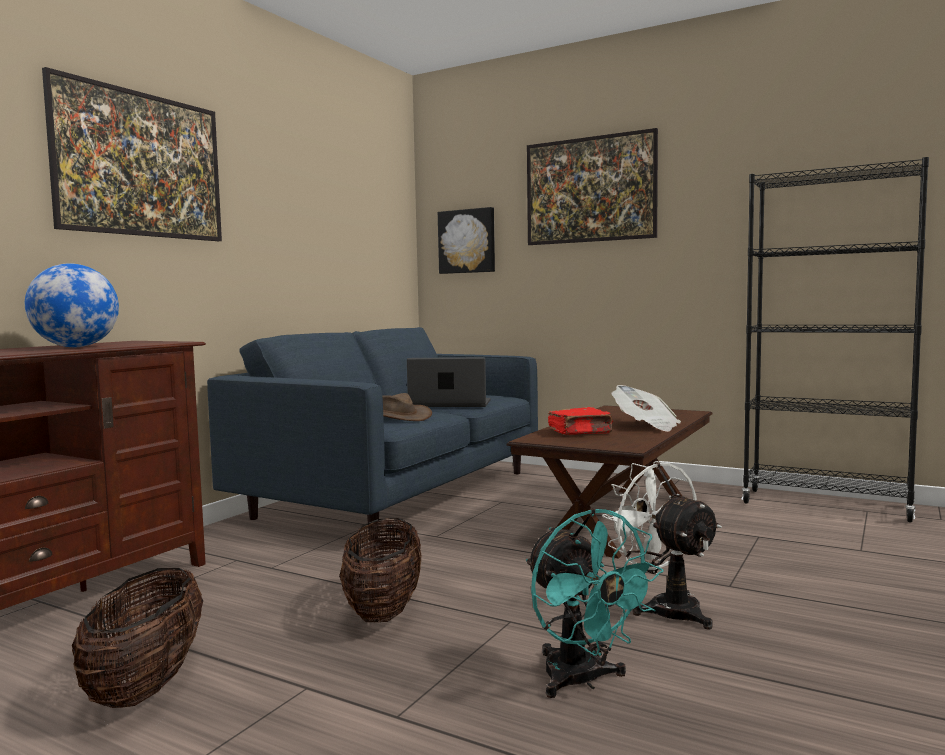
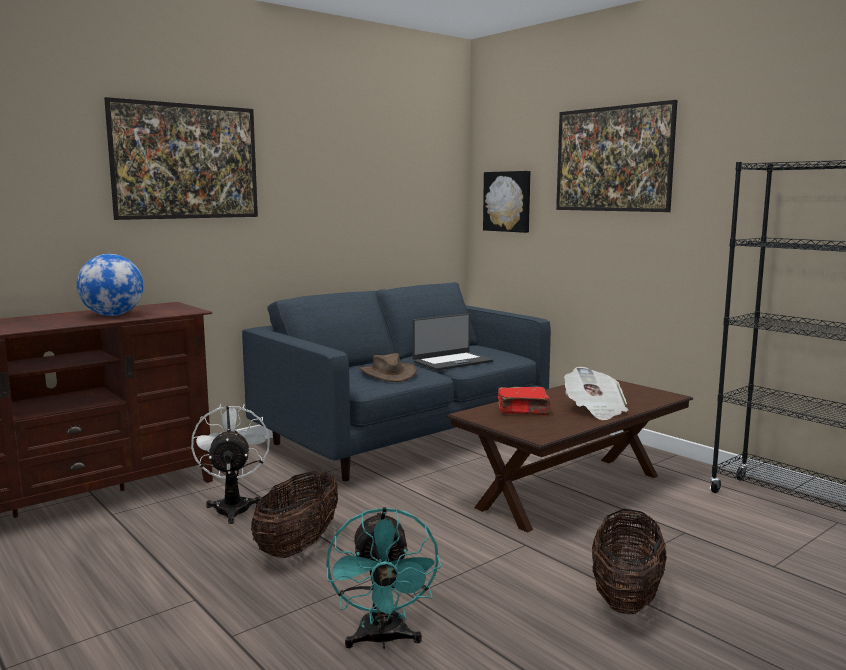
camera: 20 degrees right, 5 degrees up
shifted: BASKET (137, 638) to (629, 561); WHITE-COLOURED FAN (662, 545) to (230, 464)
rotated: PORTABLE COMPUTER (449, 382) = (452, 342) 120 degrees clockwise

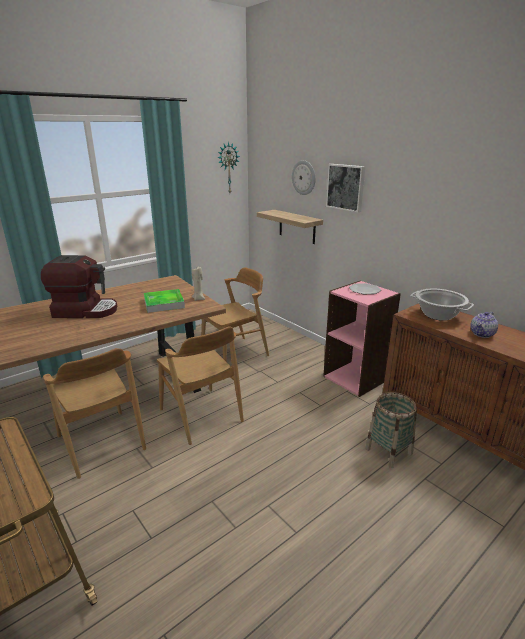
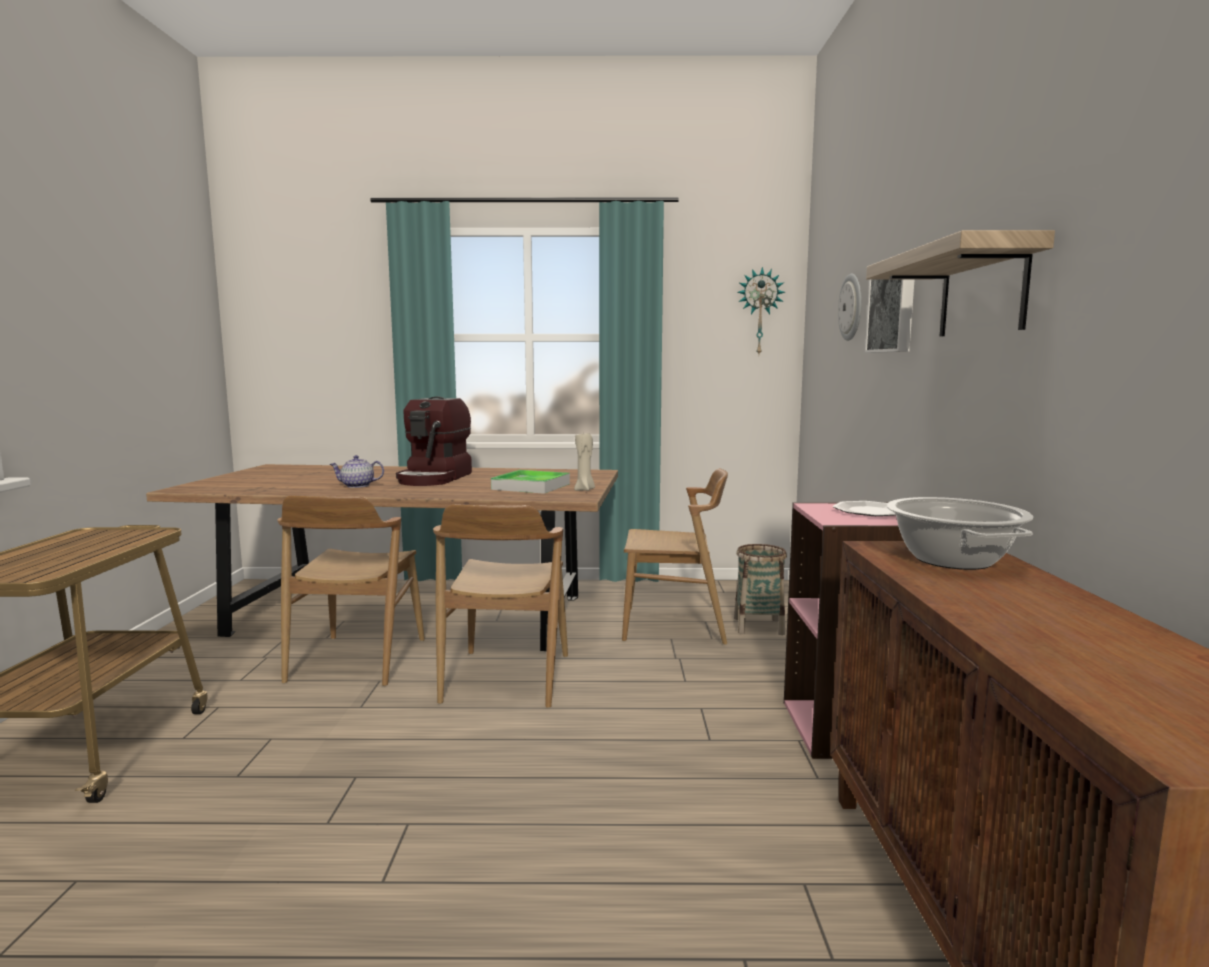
camera: 40 degrees right, 15 degrees down
shifted: SHELF (290, 227) to (960, 283); BASKET (391, 430) to (760, 589); POT FOR TEA (484, 325) to (357, 471)
rotated: COFFEE MAKER (79, 286) = (434, 441) 60 degrees clockwise

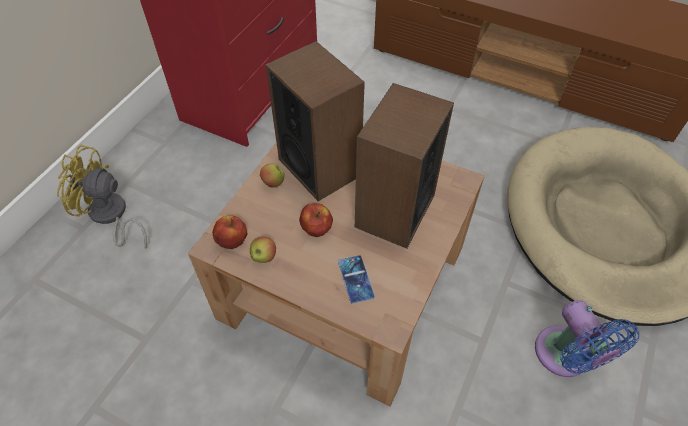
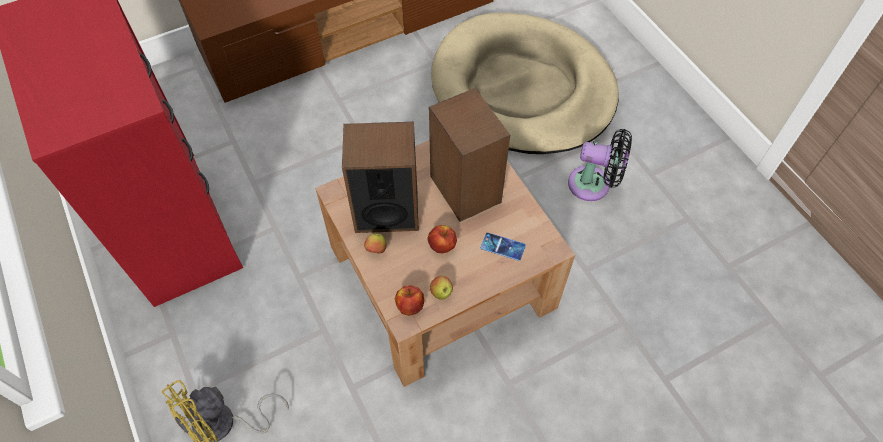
camera: 55 degrees left, 5 degrees up
repainted: BLUISH FAN (587, 338) to BLACKISH FAN (600, 165)

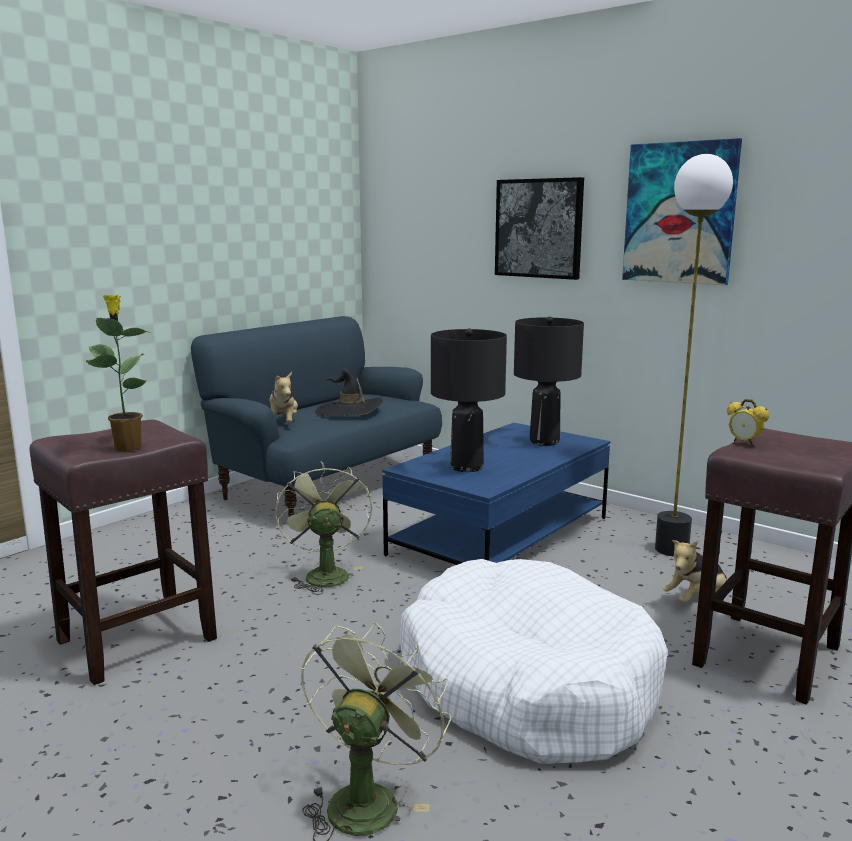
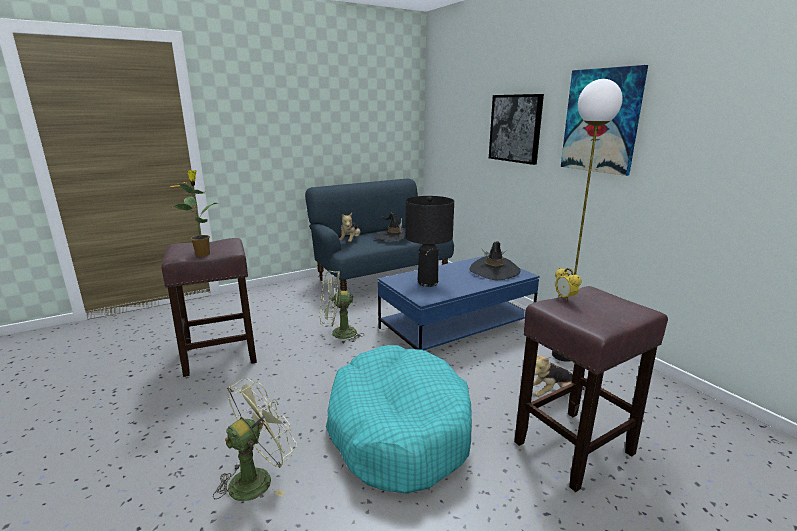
camera: 20 degrees right, 5 degrees up
swapped: BLACKISH TABLE LAMP (549, 381) to BLACKISH CLOTHING HAT (495, 260)
repainted: WHITE-COLOURED DOG BED (534, 661) to BLUE-GREEN DOG BED (399, 419)
rotated: GREENISH FAN (323, 528) = (342, 307) 105 degrees counterclockwise

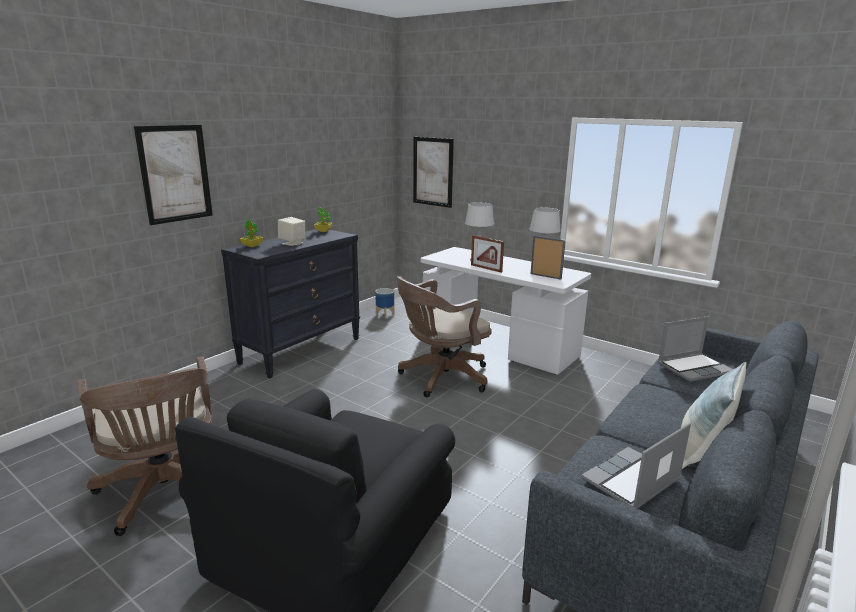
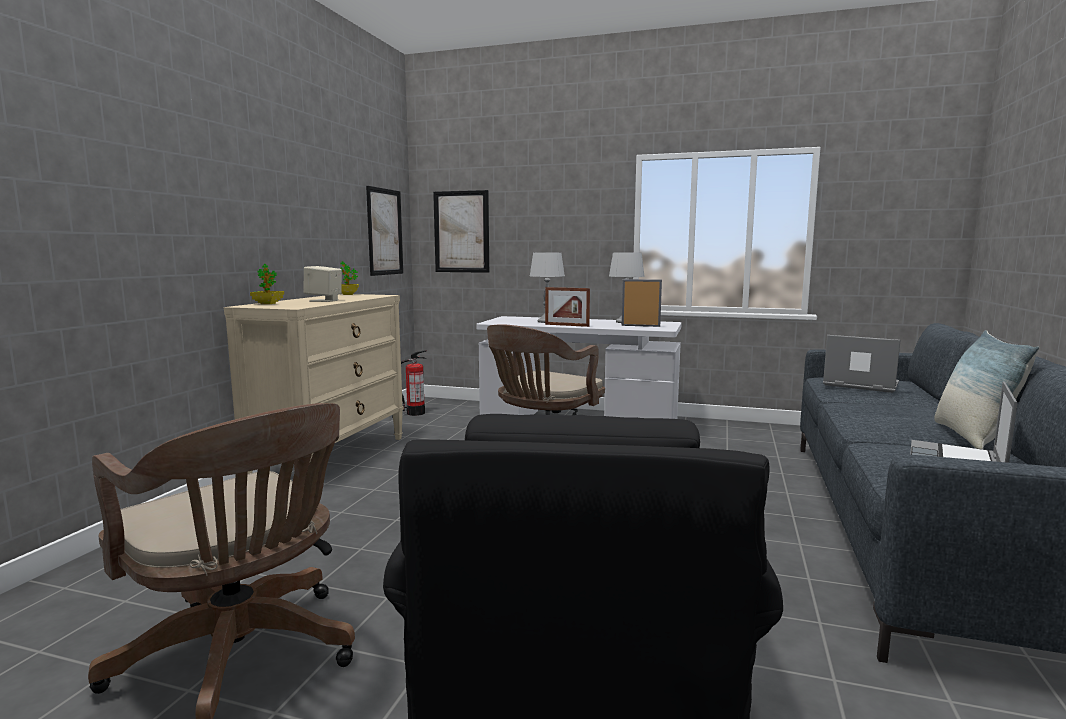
camera: 20 degrees left, 10 degrees down
shifted: WALL ART (173, 175) to (384, 231)
swapped: FLOWER POT (384, 303) to FIRE EXTINGUISHER (414, 383)
repainted: BLACKISH DRESSER (290, 303) to SAND-COLOURED DRESSER (314, 384)
rotated: PORTABLE COMPUTER (695, 349) = (862, 364) 105 degrees counterclockwise

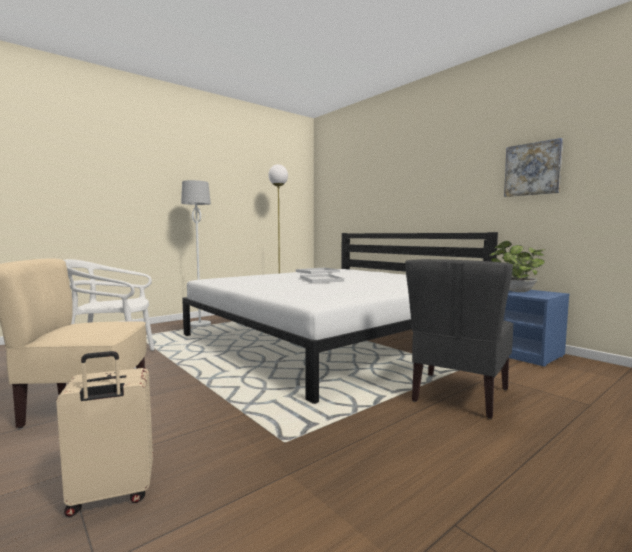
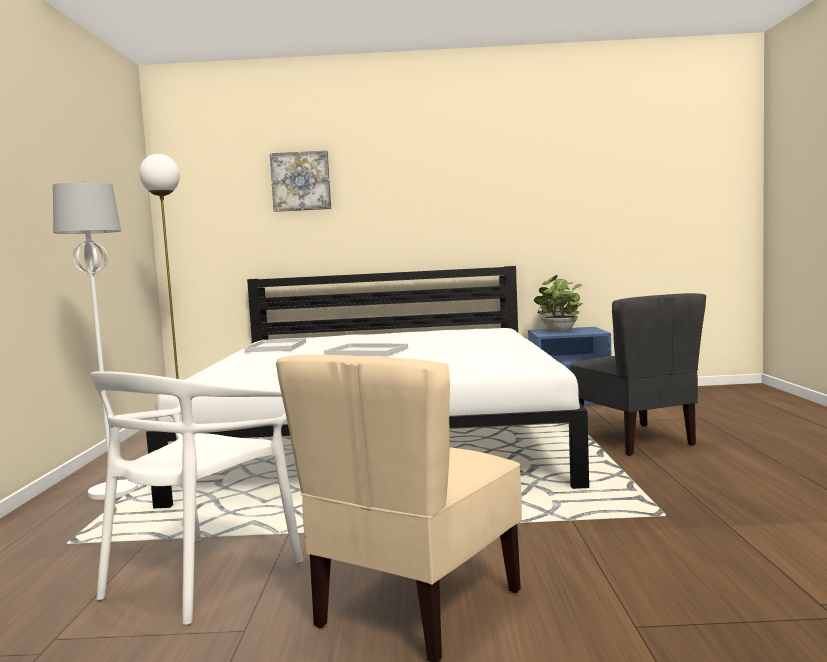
camera: 50 degrees left, 0 degrees up
gone: SAND-COLOURED SUITCASE (104, 434)
shifted: WALL ART (533, 167) to (300, 181)

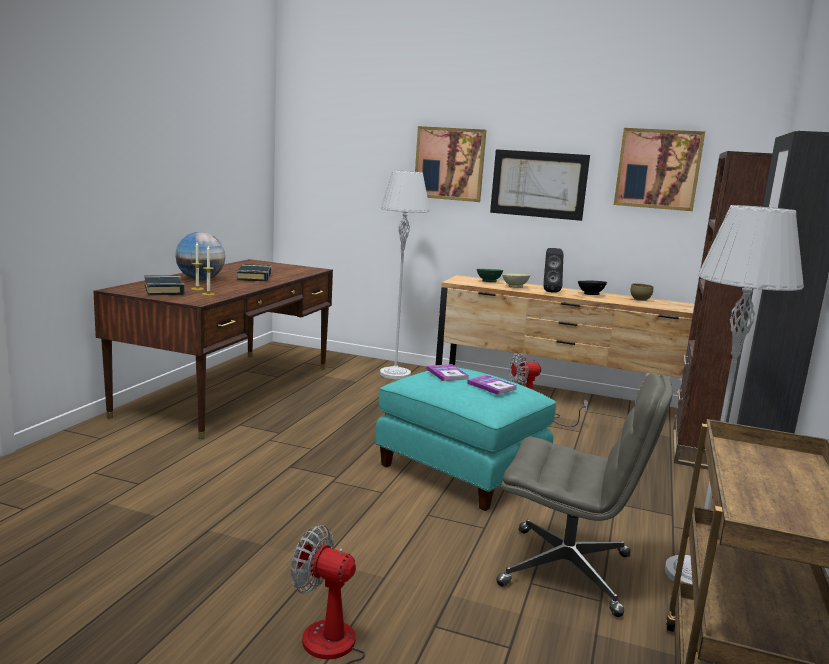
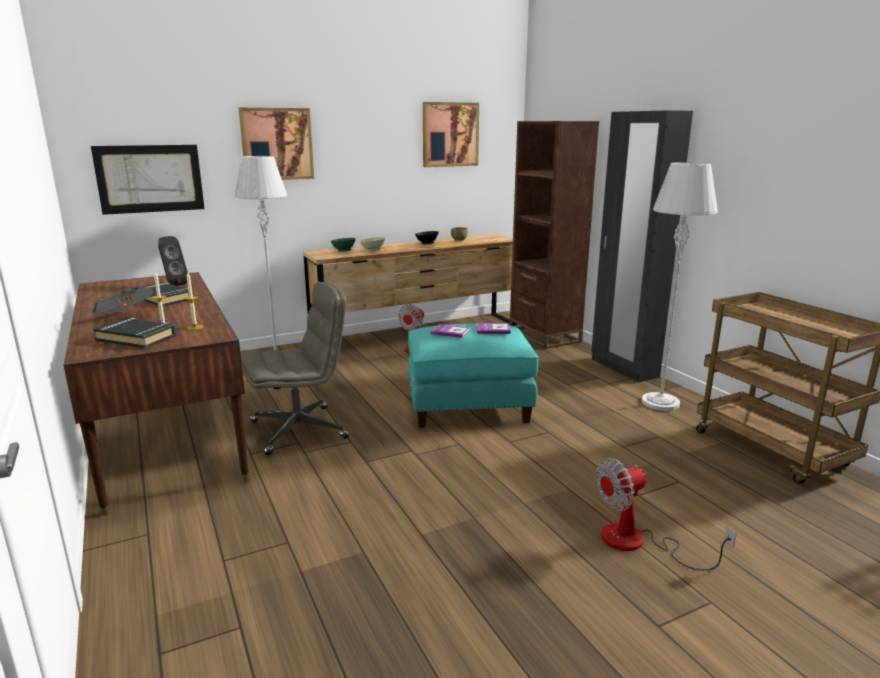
camera: 45 degrees left, 5 degrees up
shifted: WALL ART (540, 185) to (148, 180); GREY COMPUTER CHAIR (584, 495) to (295, 368); BLACKISH AUDIO SPEAKER (553, 270) to (173, 261)
swapped: DESK GLOBE (200, 256) to NEWSPAPER (122, 300)

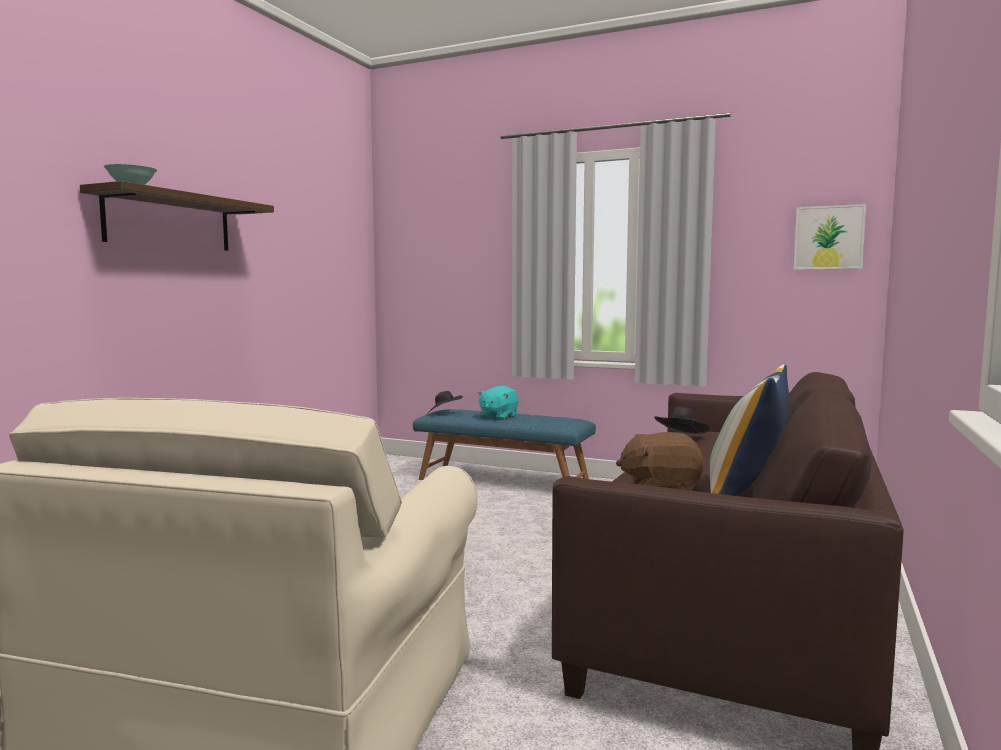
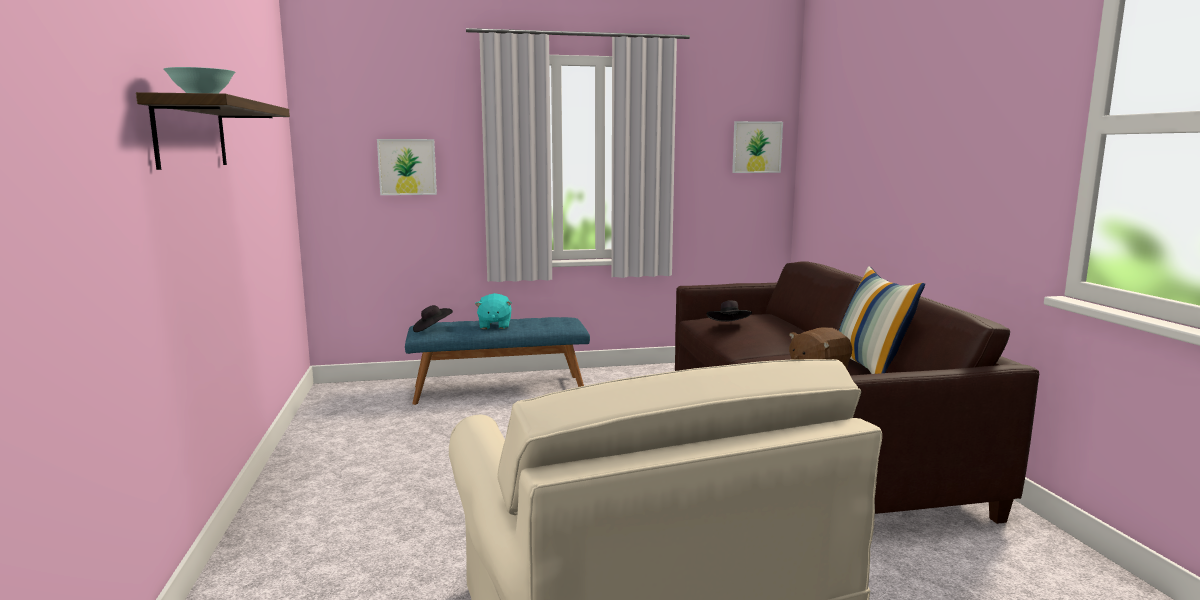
camera: 35 degrees left, 5 degrees up
new: WALL ART (407, 167)

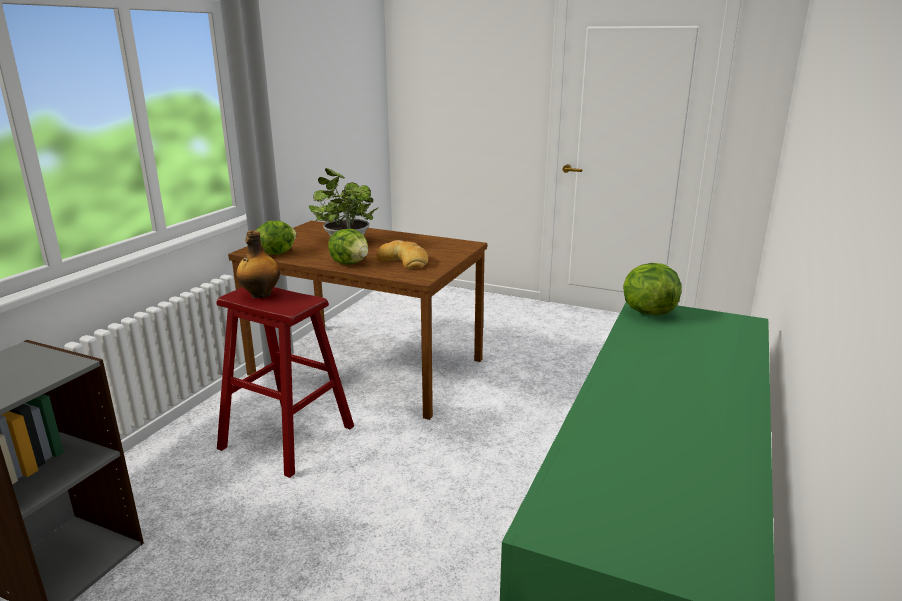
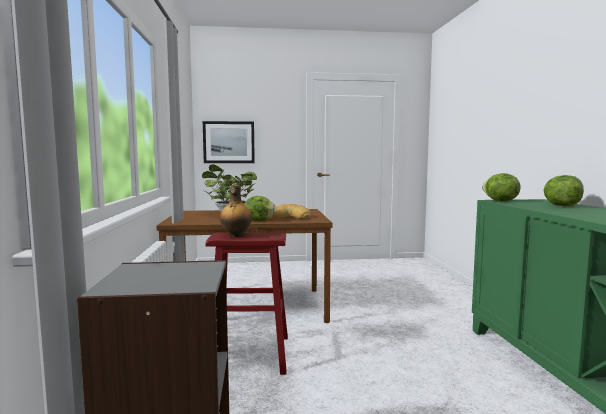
camera: 30 degrees left, 15 degrees down
new: WALL ART (229, 142)
shifted: LETTUCE (276, 238) to (564, 190)

